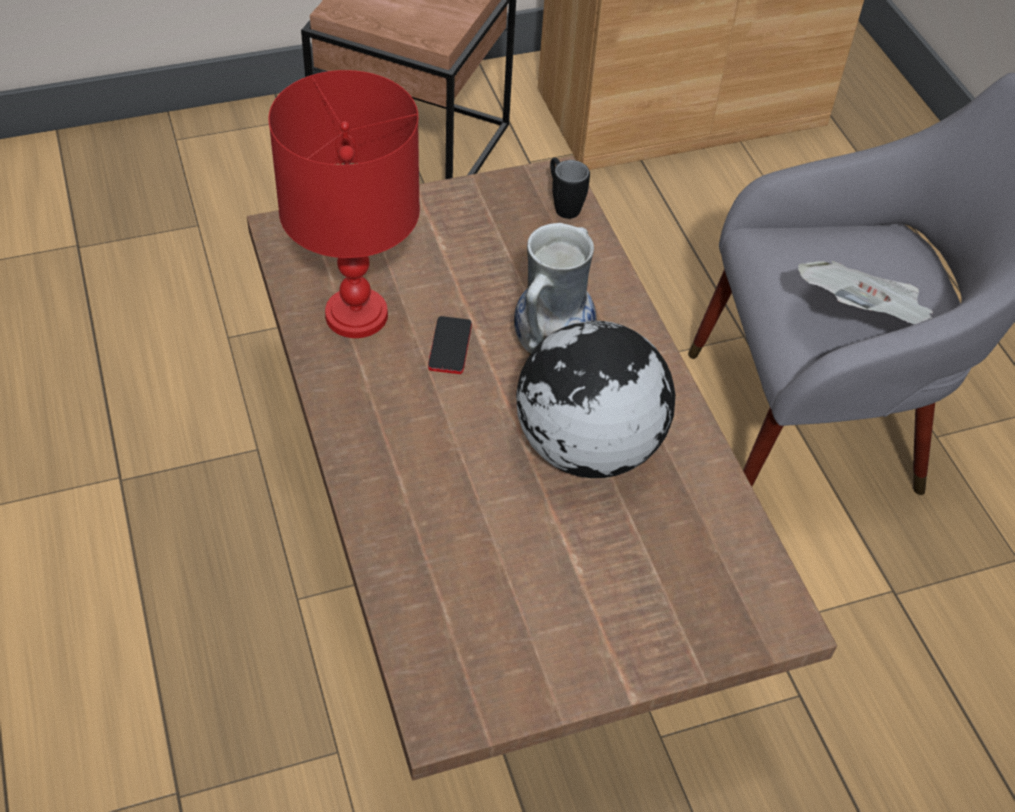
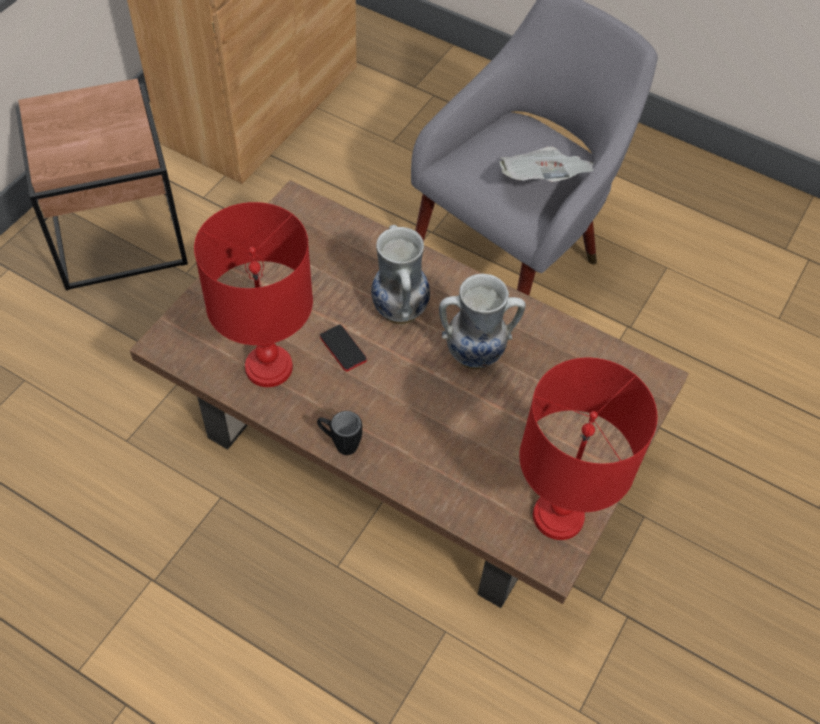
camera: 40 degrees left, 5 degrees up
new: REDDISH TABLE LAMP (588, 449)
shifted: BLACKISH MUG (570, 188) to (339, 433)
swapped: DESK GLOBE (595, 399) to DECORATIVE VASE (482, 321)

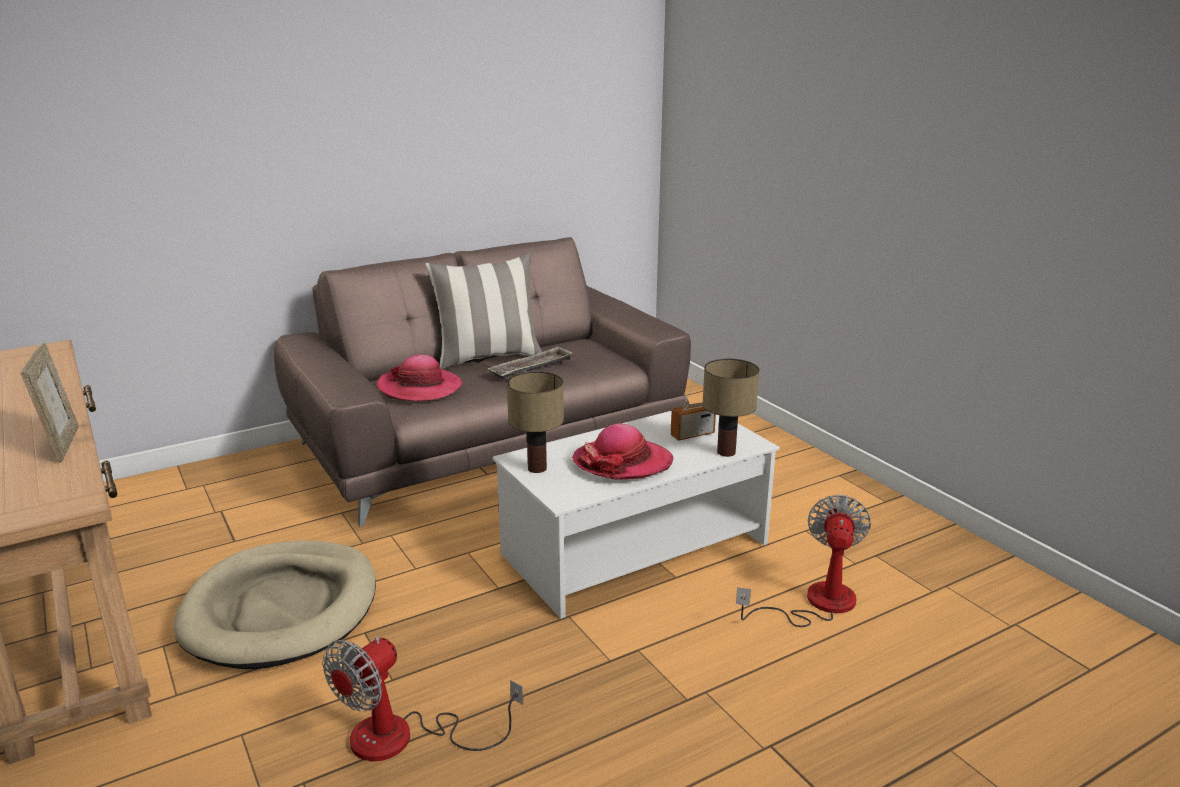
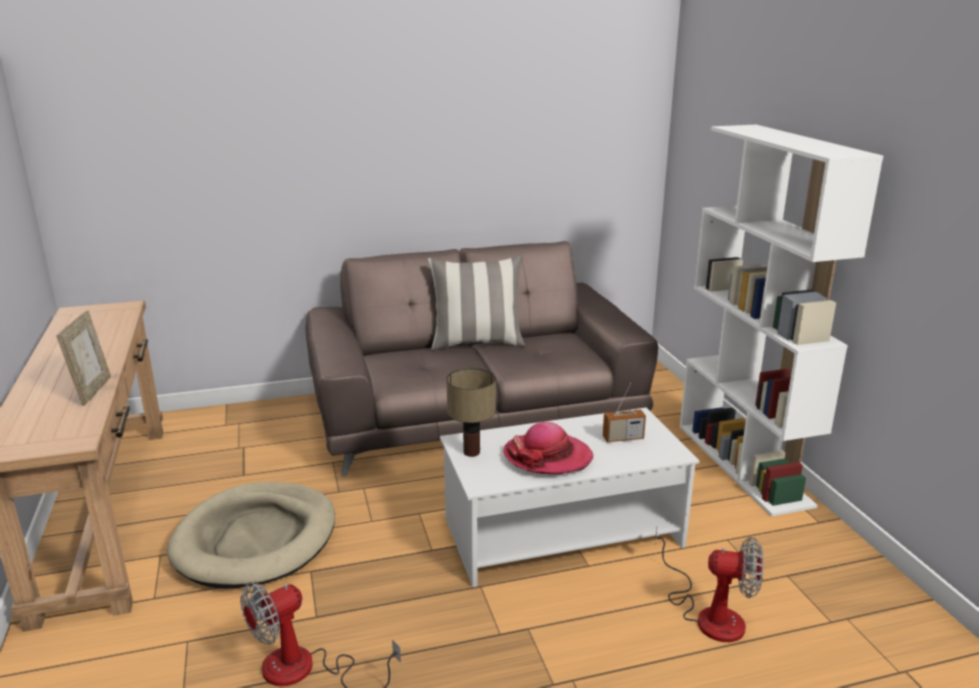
camera: 15 degrees right, 0 degrees up
gone: CLOTHING HAT (420, 378); SERVING TRAY (530, 362); TABLE LAMP (730, 408)
new: WHITE-COLOURED SHELVING UNIT (781, 320)
rotated: FAN (803, 561) = (709, 585) 75 degrees clockwise

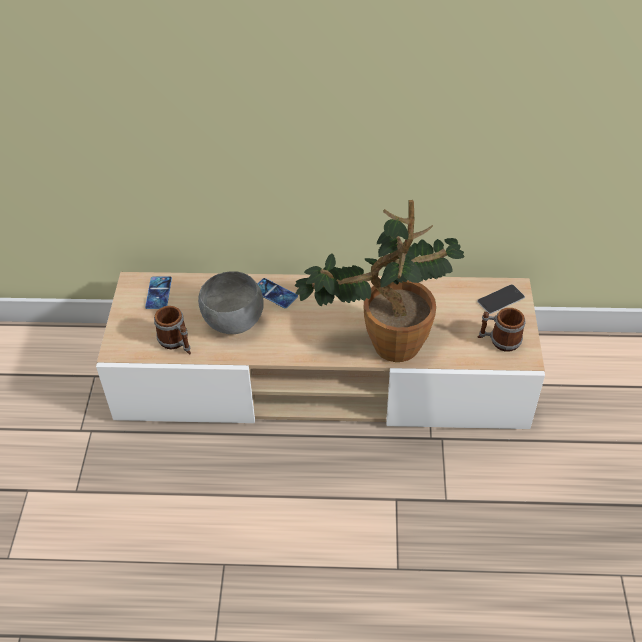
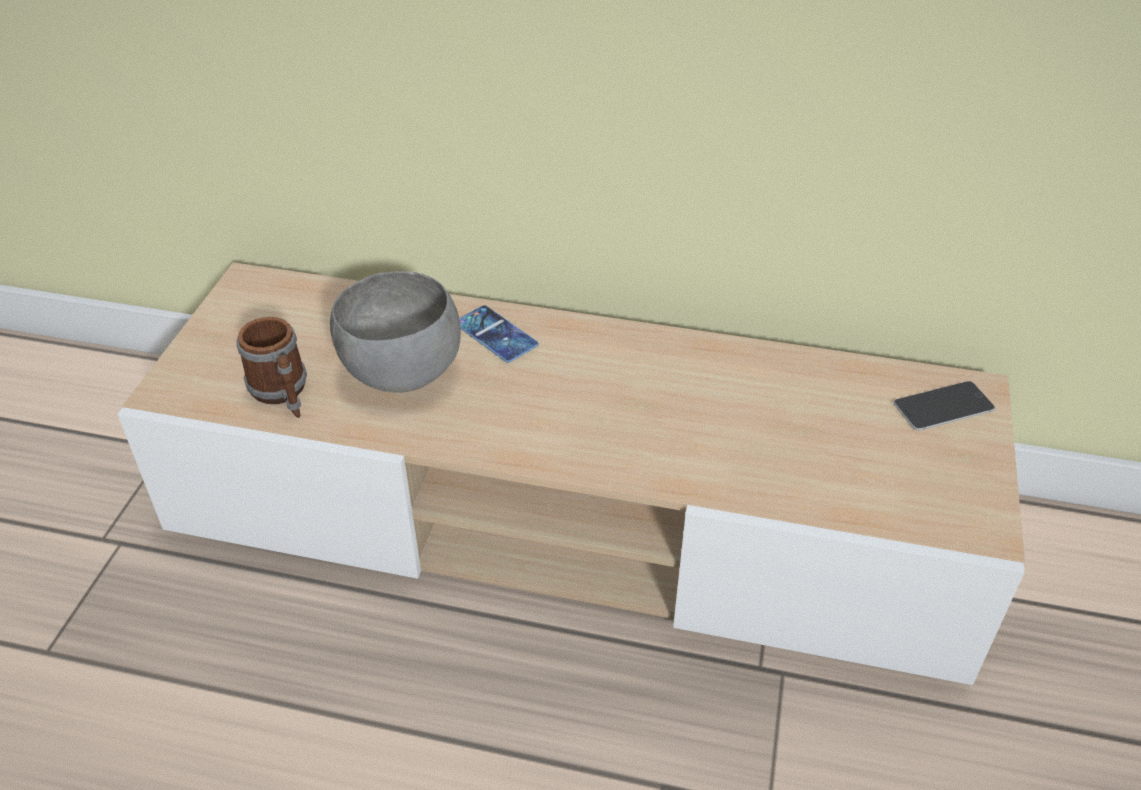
camera: 10 degrees right, 5 degrees down
gone: PHONE (158, 293); POTTED PLANT (379, 281); MUG (502, 330)

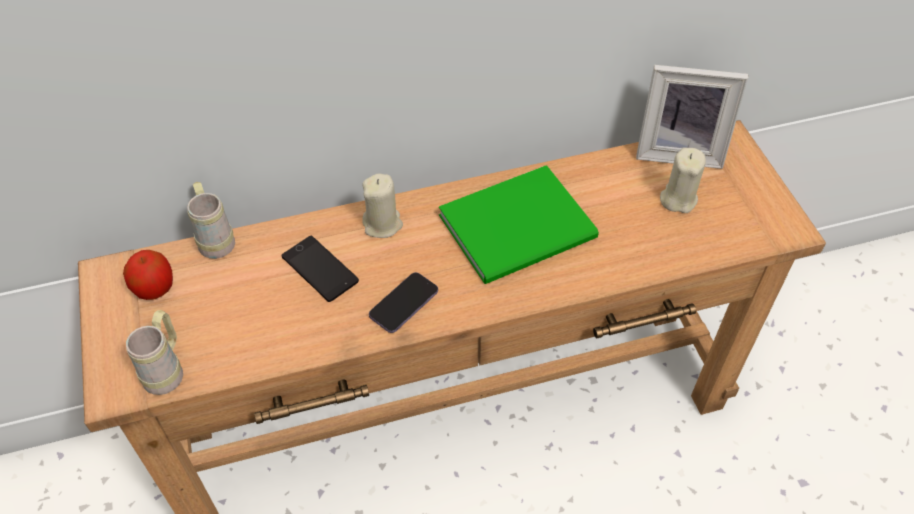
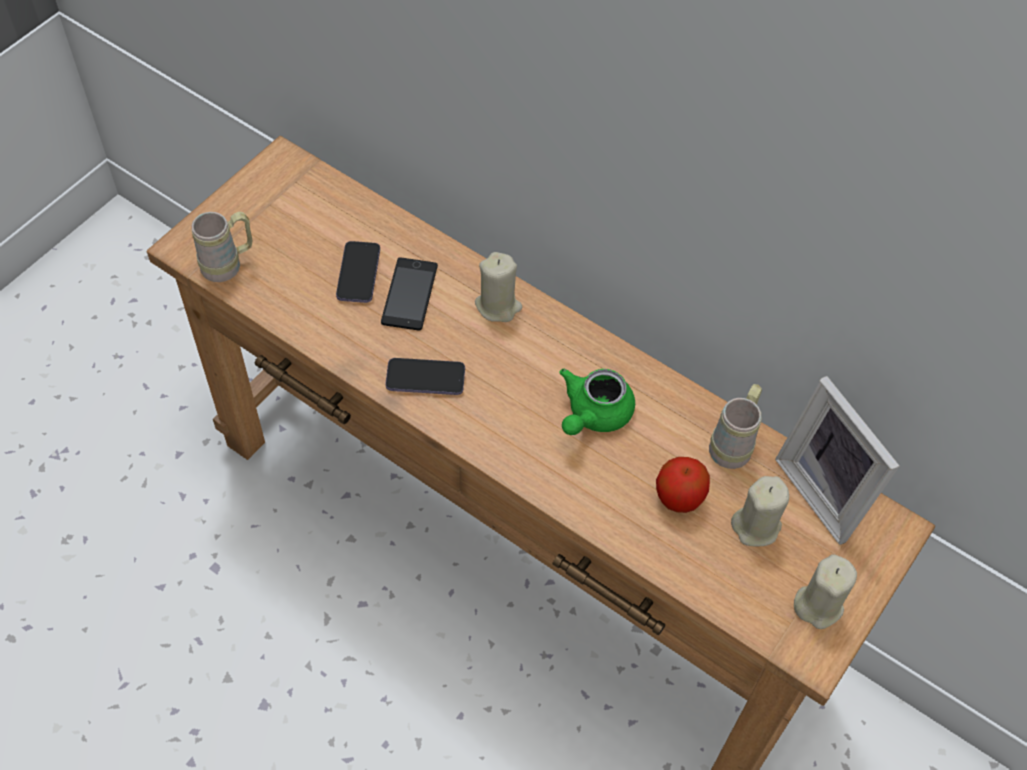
camera: 50 degrees right, 5 degrees up
new: PHONE (358, 272); SAND-COLOURED WAX CANDLE (825, 592)
shifted: APPLE FRUIT (148, 275) to (683, 485); SAND-COLOURED MUG (211, 220) to (735, 426)
swapped: GREENISH BOUND BOOK (519, 224) to GREENISH POT FOR TEA (597, 401)

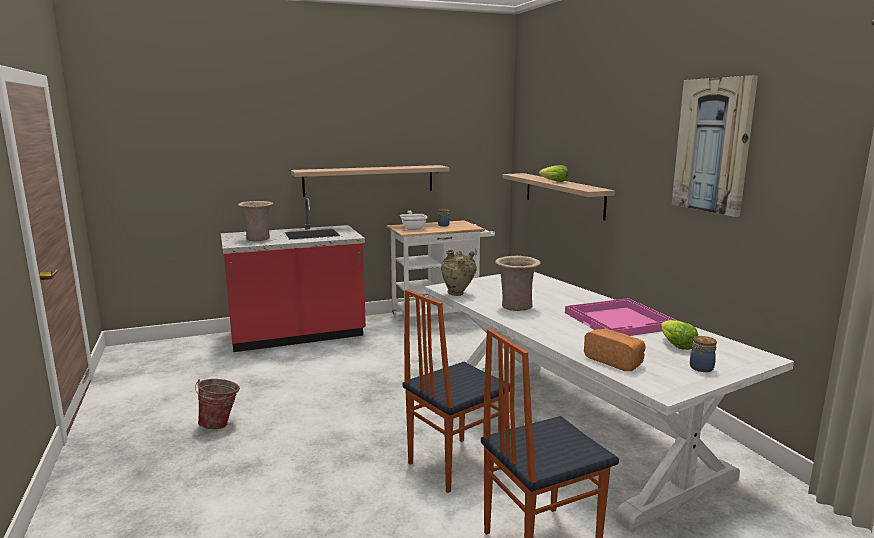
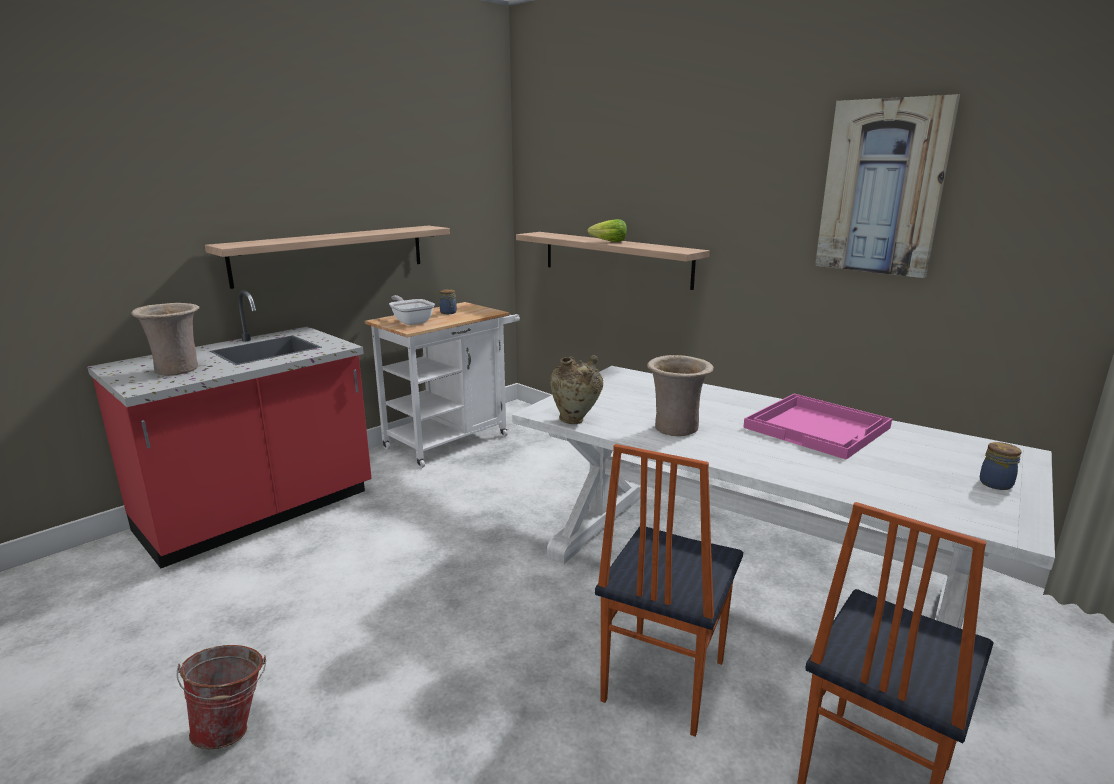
camera: 25 degrees left, 5 degrees up
gone: BAKED BREAD (615, 350); LETTUCE (679, 335)

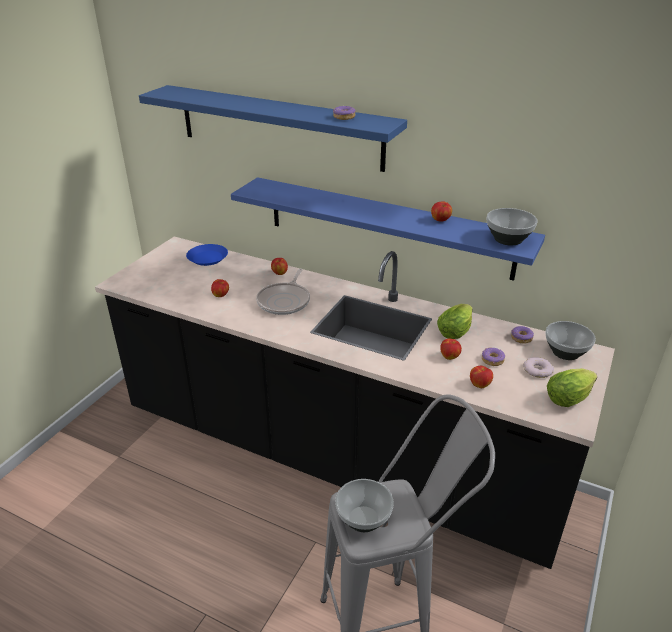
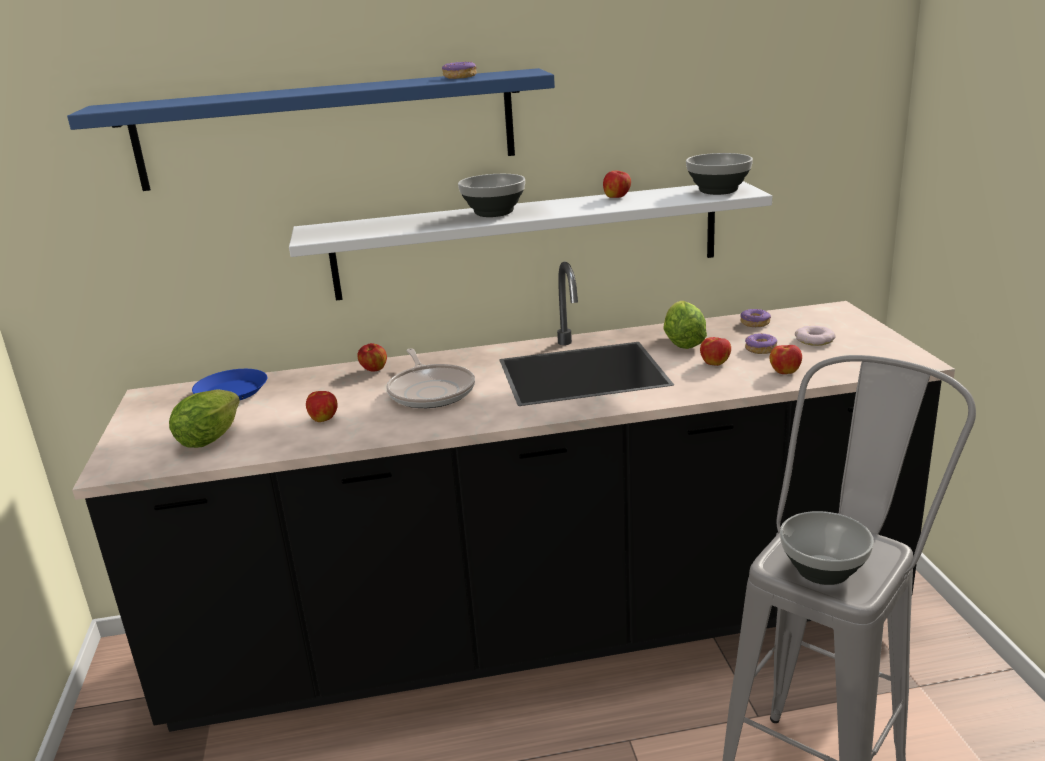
camera: 35 degrees left, 10 degrees down
shifted: SERVING BOWL (571, 340) to (491, 195); LETTUCE (572, 387) to (204, 418)
repainted: BLUISH SHELF (388, 229) to WHITE-COLOURED SHELF (530, 240)

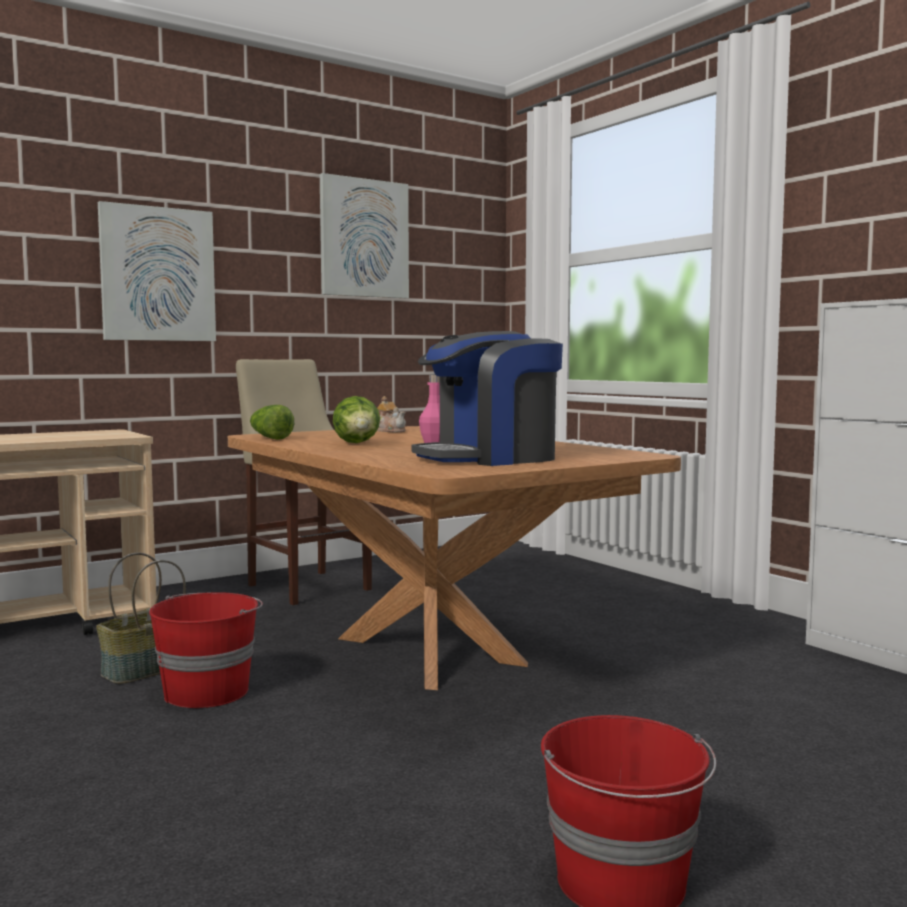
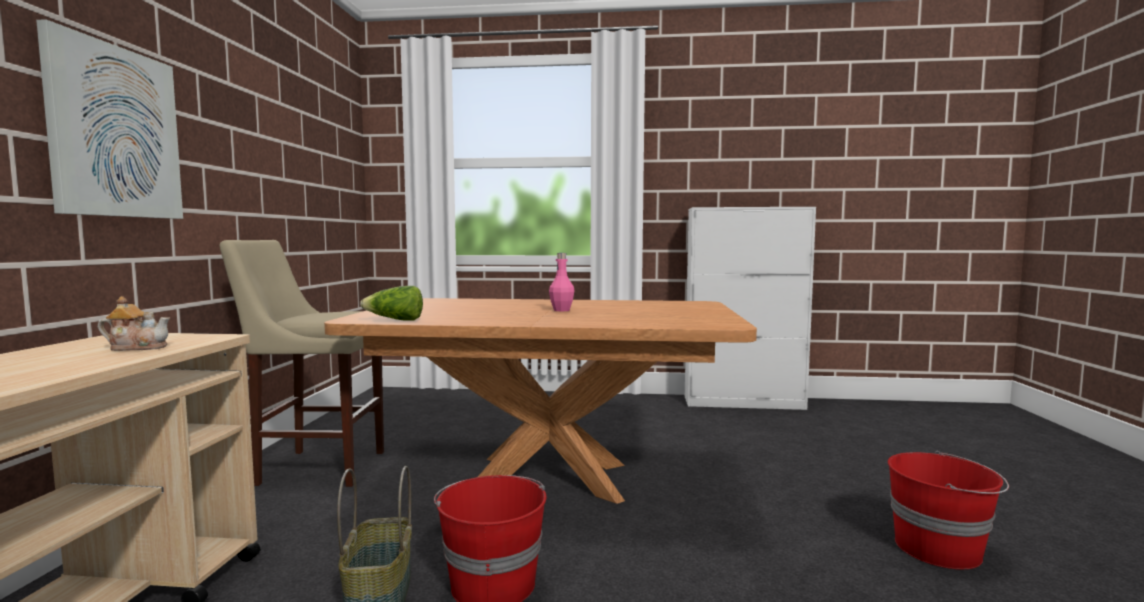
camera: 50 degrees left, 0 degrees up
gone: WALL ART (364, 235); LETTUCE (356, 419); COFFEE MAKER (487, 398)
shifted: POT FOR TEA (391, 414) to (134, 323)

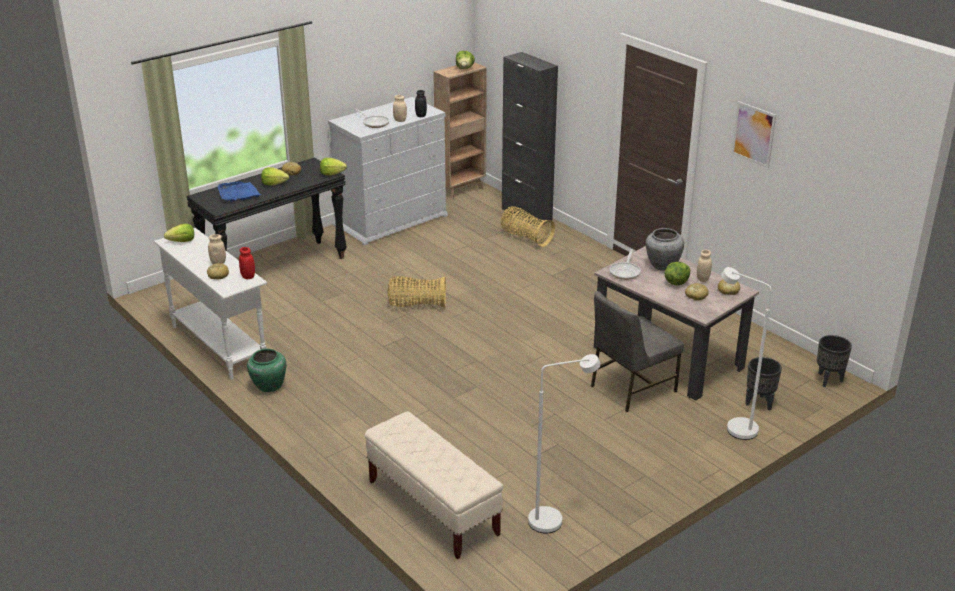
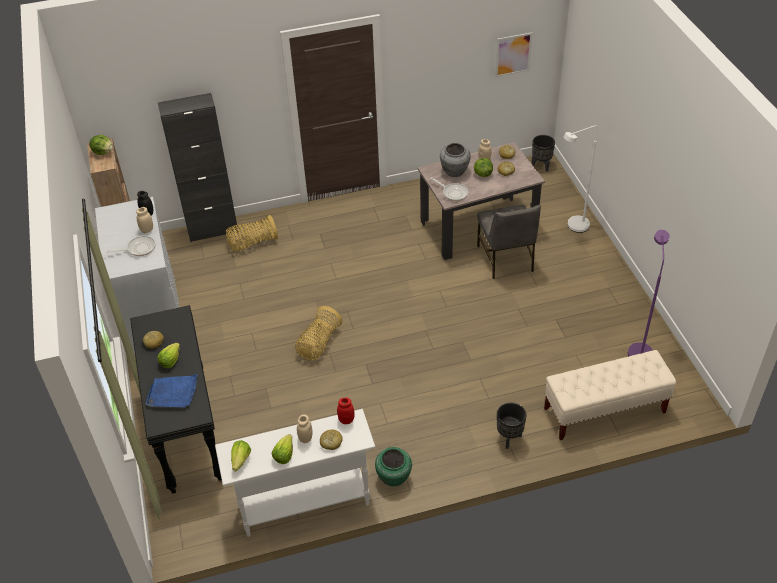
camera: 65 degrees left, 15 degrees up
shifted: LETTUCE (333, 166) to (282, 449); WALL ART (754, 134) to (513, 54); BLACKISH FLOWER POT (763, 384) to (512, 425)
repainted: WHITE-COLOURED STANDING LAMP (564, 444) to PURPLISH STANDING LAMP (648, 293)

